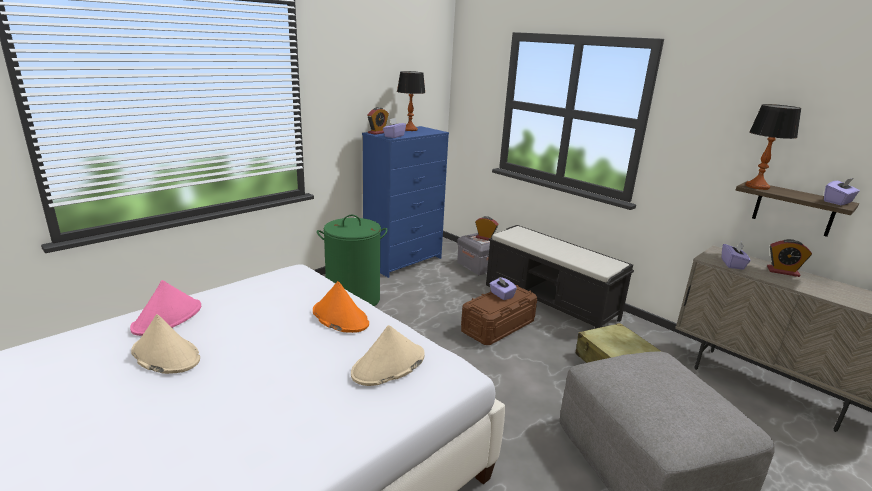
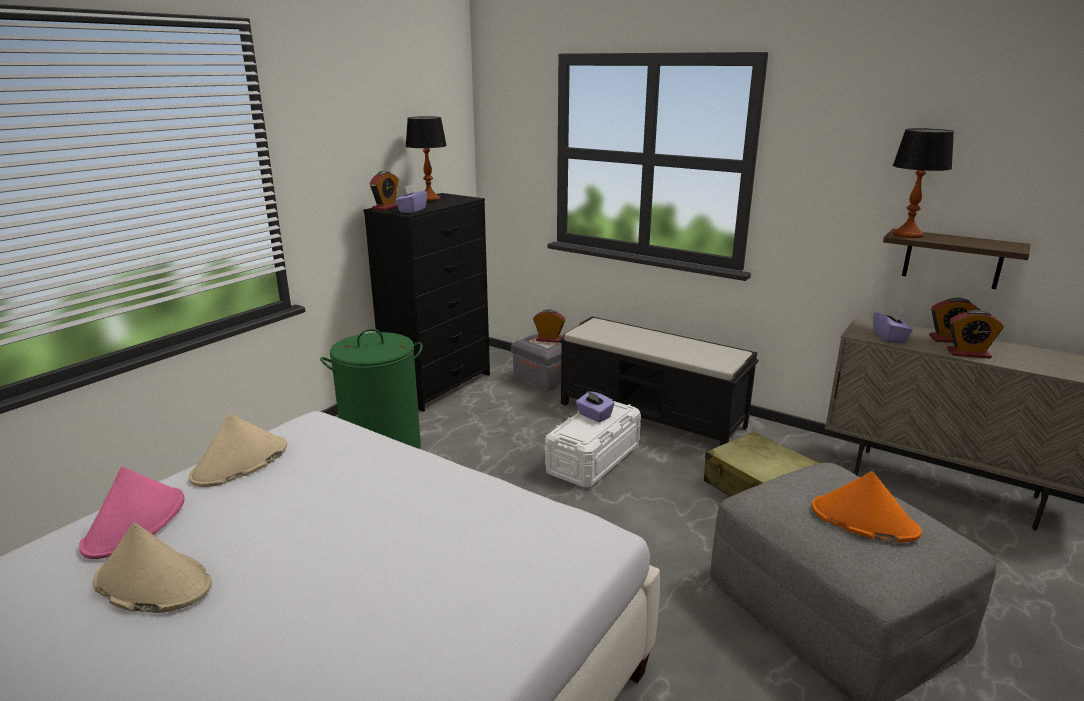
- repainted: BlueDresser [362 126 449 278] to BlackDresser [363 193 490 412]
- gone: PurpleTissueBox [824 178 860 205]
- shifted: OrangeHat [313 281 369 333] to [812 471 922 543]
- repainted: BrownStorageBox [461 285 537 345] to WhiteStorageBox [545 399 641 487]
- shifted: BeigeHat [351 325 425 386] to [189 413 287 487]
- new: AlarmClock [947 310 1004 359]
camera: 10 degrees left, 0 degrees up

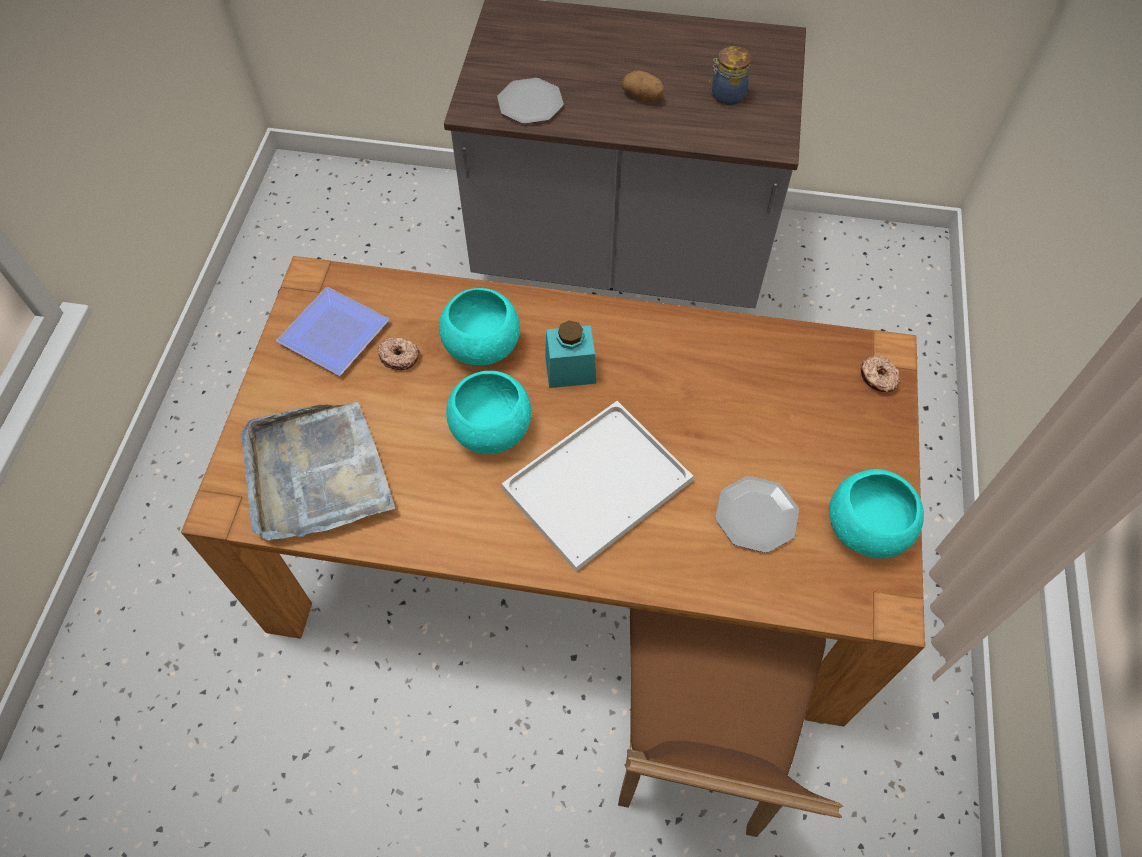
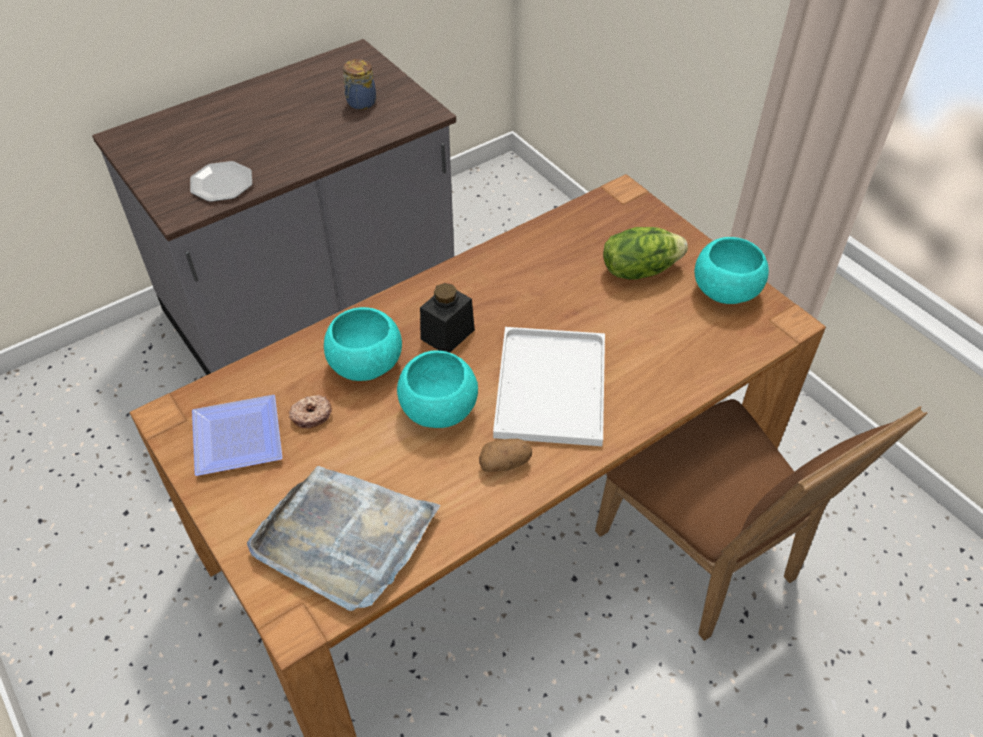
- shifted: Potato [621 70 664 102] to [479 439 532 472]
- repainted: TurquoiseJar [545 321 596 388] to BlackJar [420 283 475 353]
- gone: Donut [860 356 900 392]
- gone: Plate [715 476 799 553]
- new: Lettuce [603 227 688 280]
camera: 45 degrees left, 10 degrees down

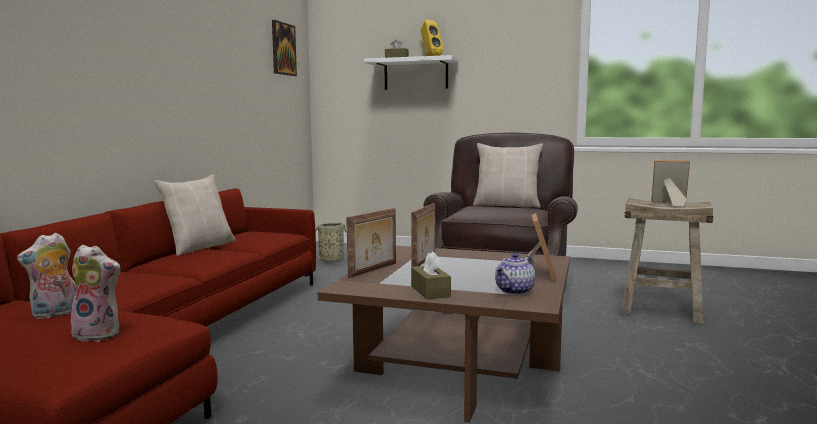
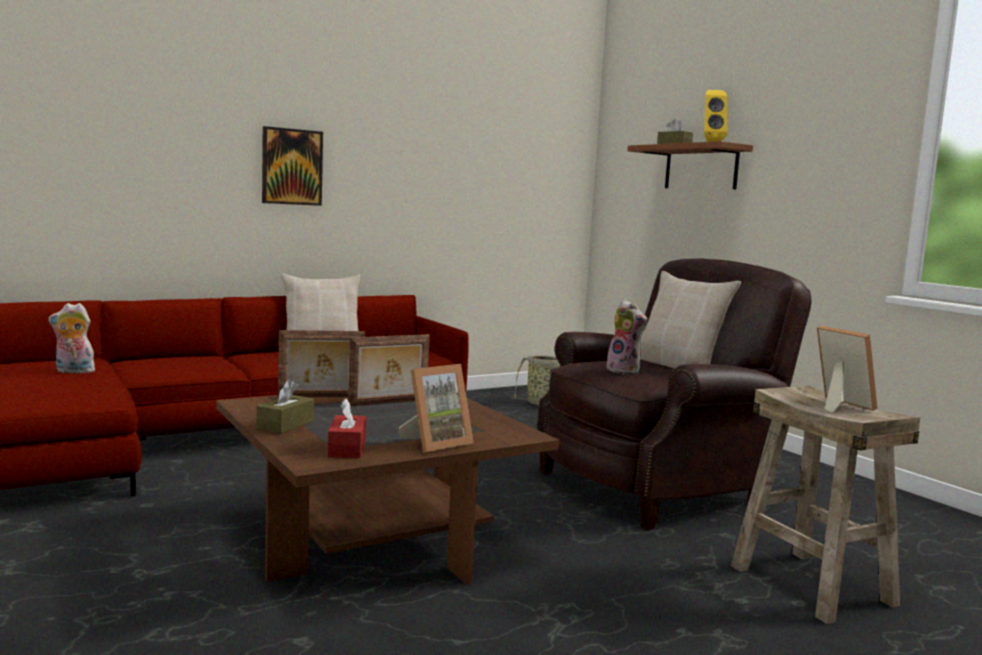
- shifted: Picture [272 20 297 76] to [262 126 323 206]
- repainted: WhiteShelf [364 55 459 90] to BrownShelf [627 141 753 189]
- shifted: PlushToy [71 245 122 341] to [606 299 647 375]
- swapped: Teapot [495 253 535 295] to RedTissueBox [327 398 366 458]
camera: 40 degrees right, 0 degrees up

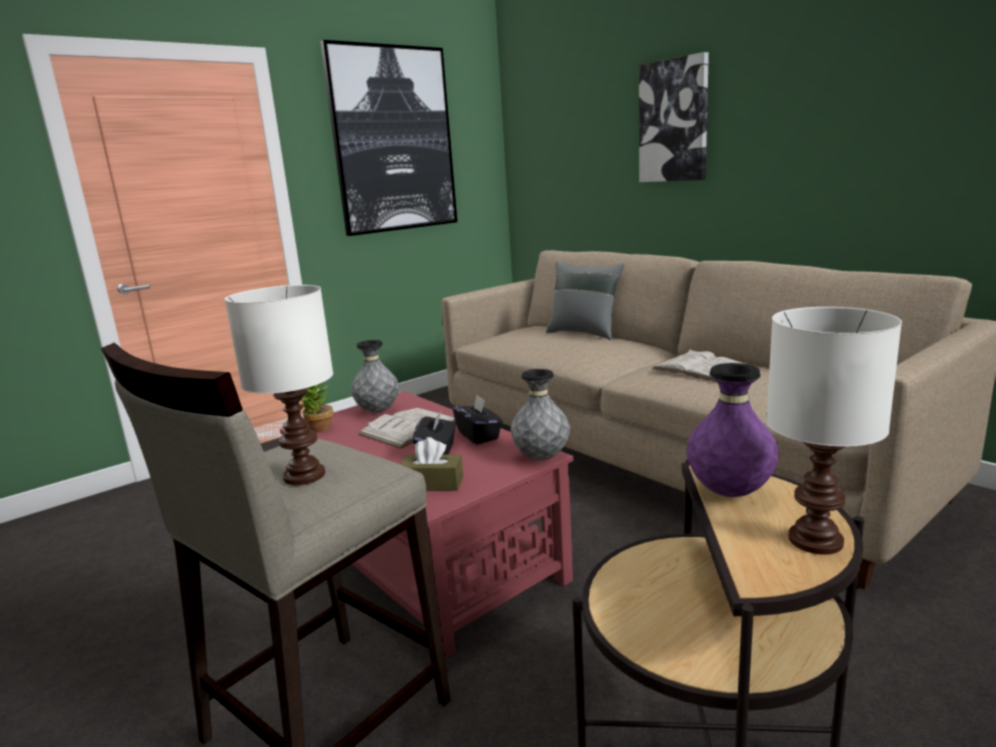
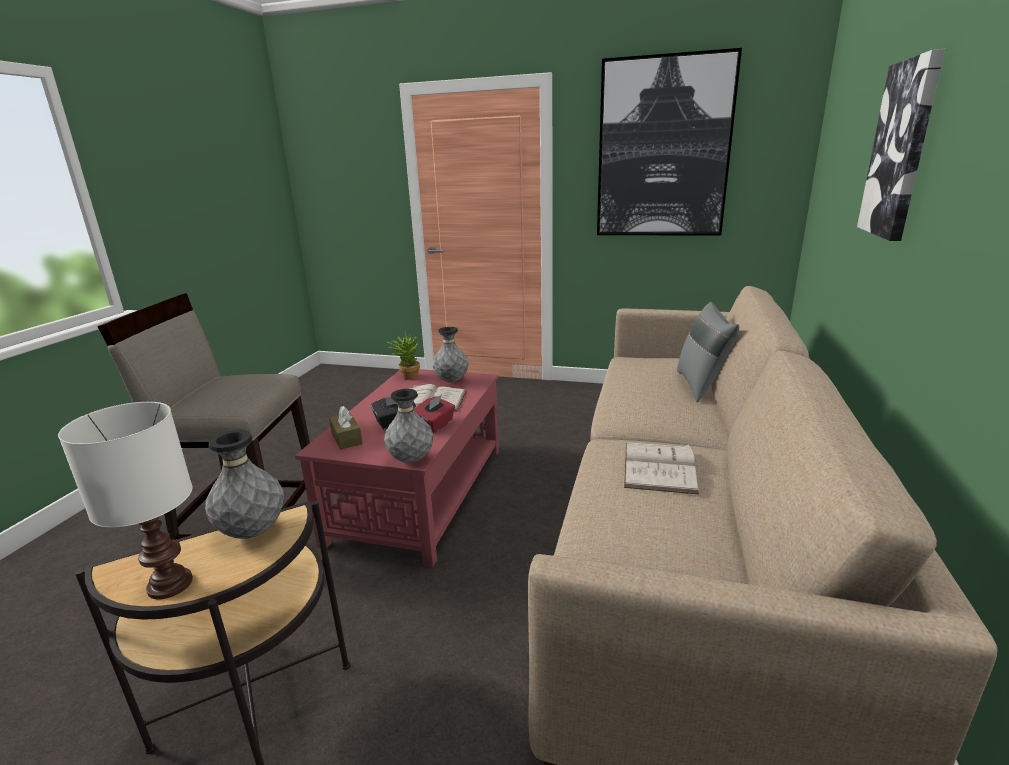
- gone: WhiteTableLamp [224 285 333 485]
- repainted: PurpleVase [686 363 779 497] to GreyVase [205 430 284 539]
- repainted: BlackTissueBox [453 395 502 444] to RedTissueBox [414 395 455 434]
camera: 55 degrees right, 5 degrees up

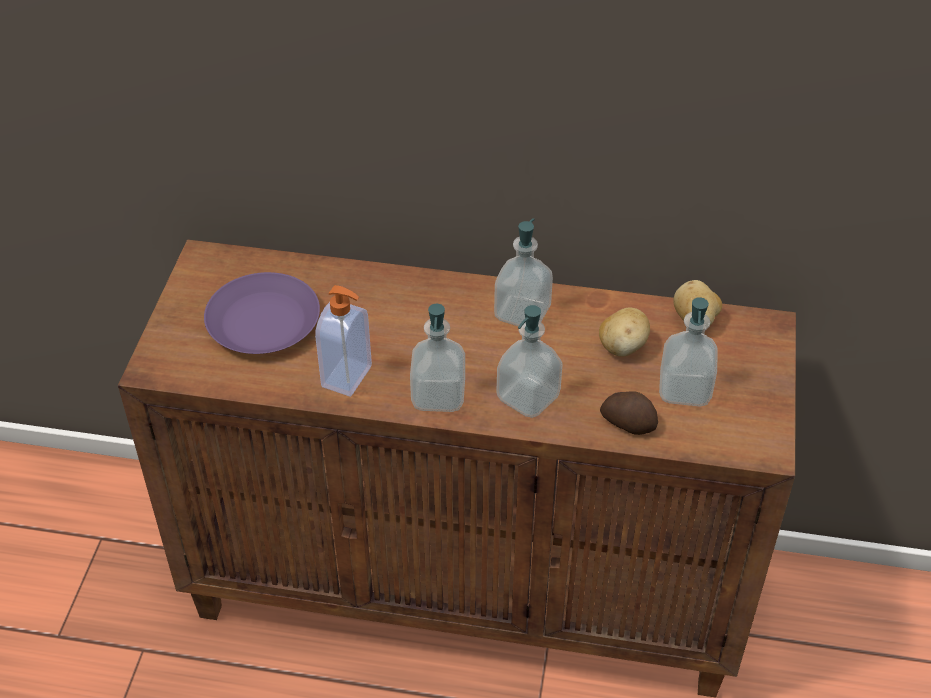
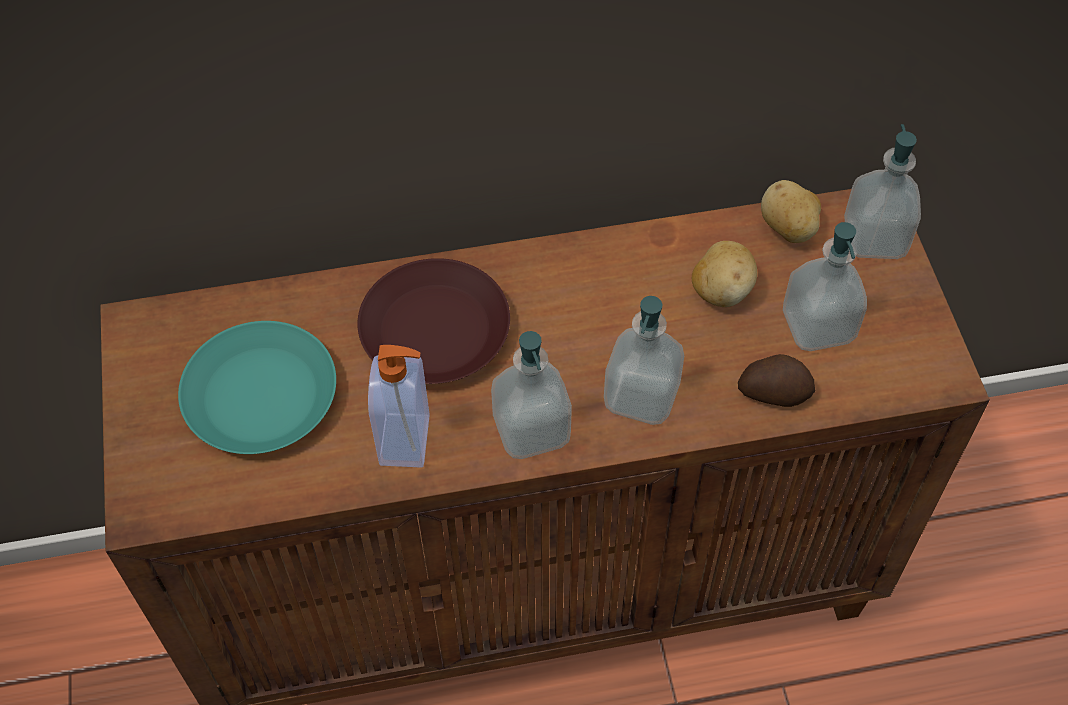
- shifted: SoapDispenser [494 218 553 326] to [844 124 921 259]
- repainted: PurplePlate [204 272 320 354] to TurquoisePlate [178 321 336 454]
- new: BrownPlate [357 258 510 384]
camera: 20 degrees left, 10 degrees up

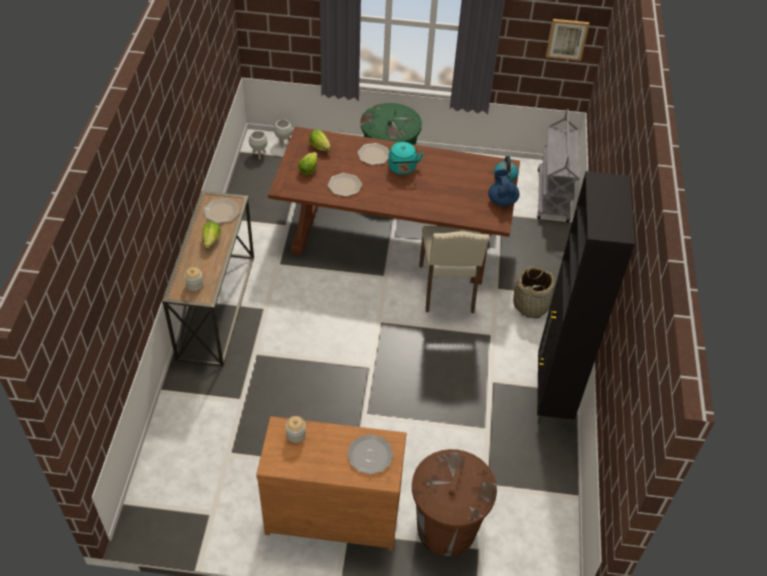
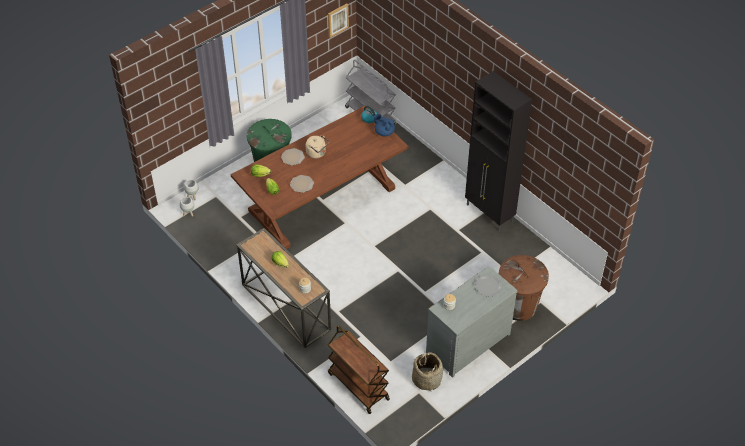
- repainted: TurquoiseKettle [388 142 424 175] to BeigeKettle [306 135 329 158]
- gone: Plate [204 198 239 223]
- gone: BeigeChair [419 226 489 313]
- shifted: Basket [513 266 555 318] to [412 351 443 391]
- repainted: BrownDresser [256 416 407 551] to GreyDresser [426 266 518 378]
- new: BrownCart [328 325 390 414]
camera: 45 degrees left, 0 degrees up

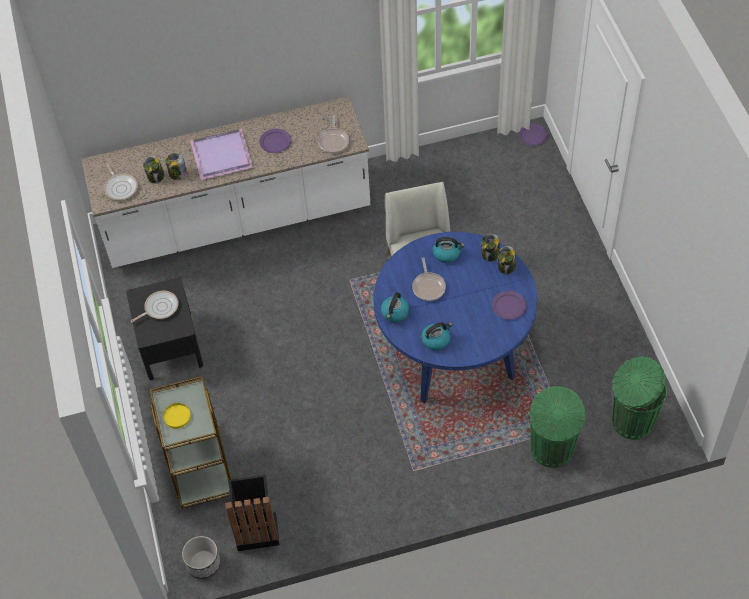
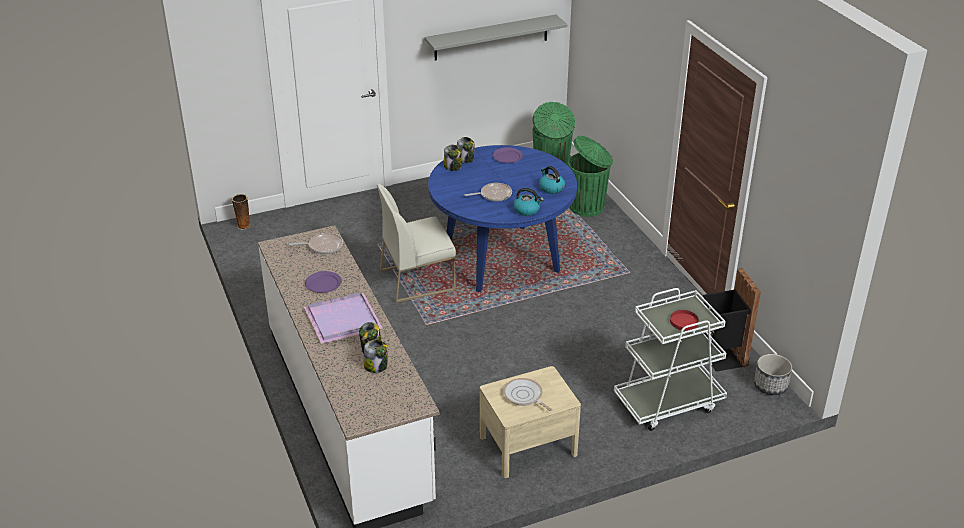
- swapped: PurplePlate [518 124 548 146] to Vase [232 194 250 230]
- gone: FryingPan [104 163 138 200]
- gone: Kettle [433 237 465 263]
- repainted: BlackNightstand [126 277 203 380] to BeigeNightstand [480 366 581 478]
- repainted: BrownCart [150 376 232 509] to WhiteCart [614 288 727 431]
- repainted: YellowPlate [163 403 191 429] to RedPlate [670 310 699 331]
- new: GreyShelf [425 14 567 61]
camera: 100 degrees left, 20 degrees down

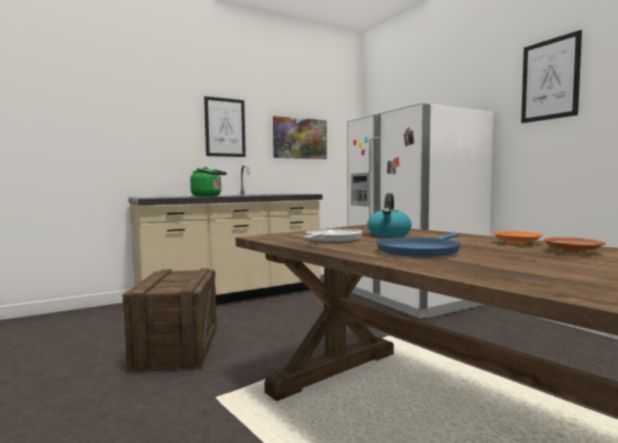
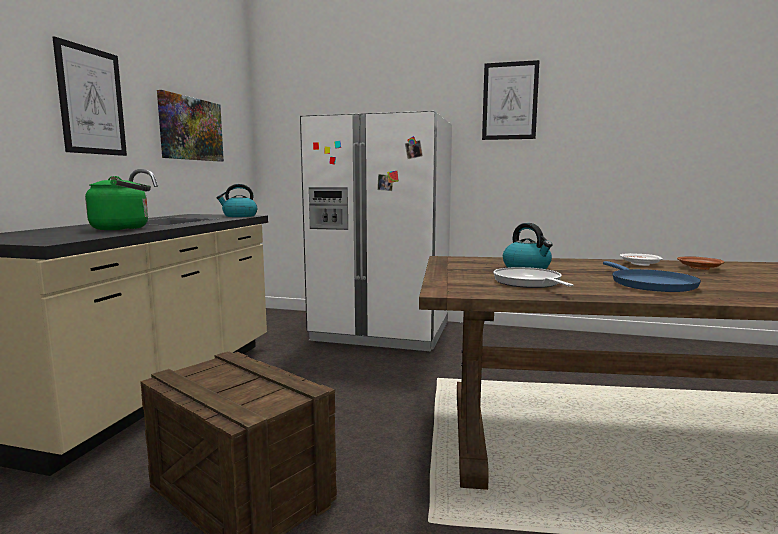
- repainted: OrangePlate [493 231 543 245] to WhitePlate [620 253 663 266]
- new: Kettle [216 184 257 217]
camera: 45 degrees left, 5 degrees up

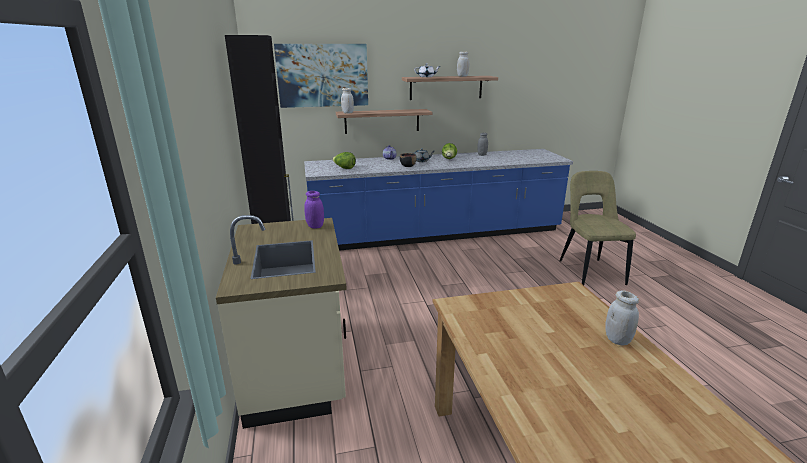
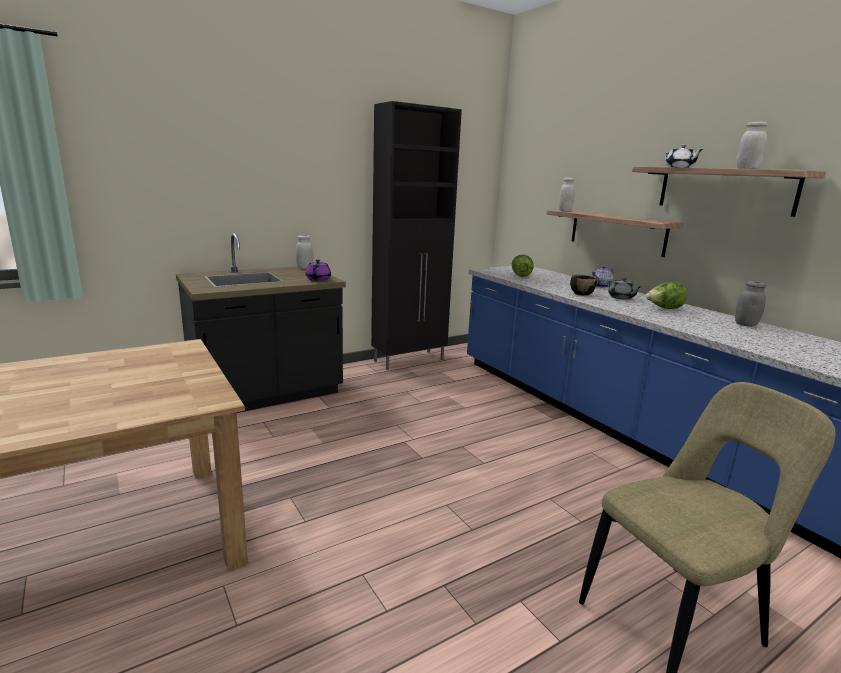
- gone: Picture [274 44 368 108]
- swapped: PurpleJar [304 191 324 229] to PurpleTeapot [306 260 331 281]
- repainted: BeigeCounter [216 215 347 429] to BlackCounter [176 233 346 413]
- shifted: WhiteJar [605 290 639 346] to [296 235 313 269]
camera: 70 degrees right, 5 degrees down

